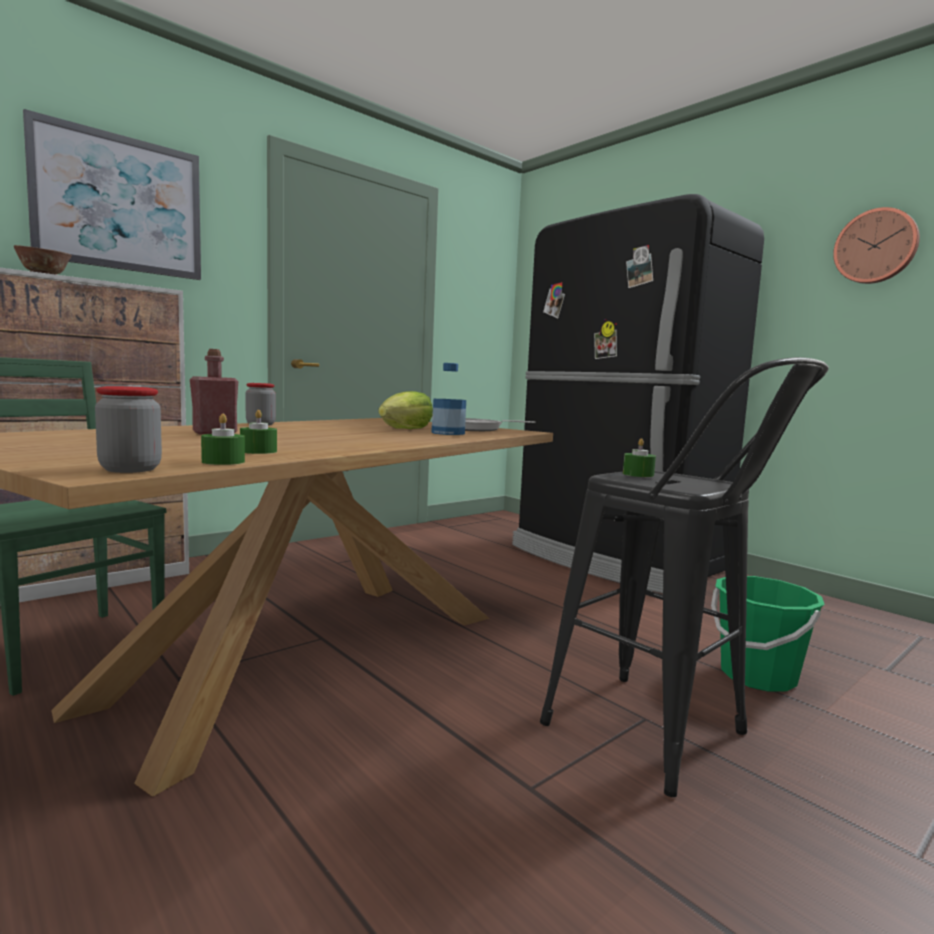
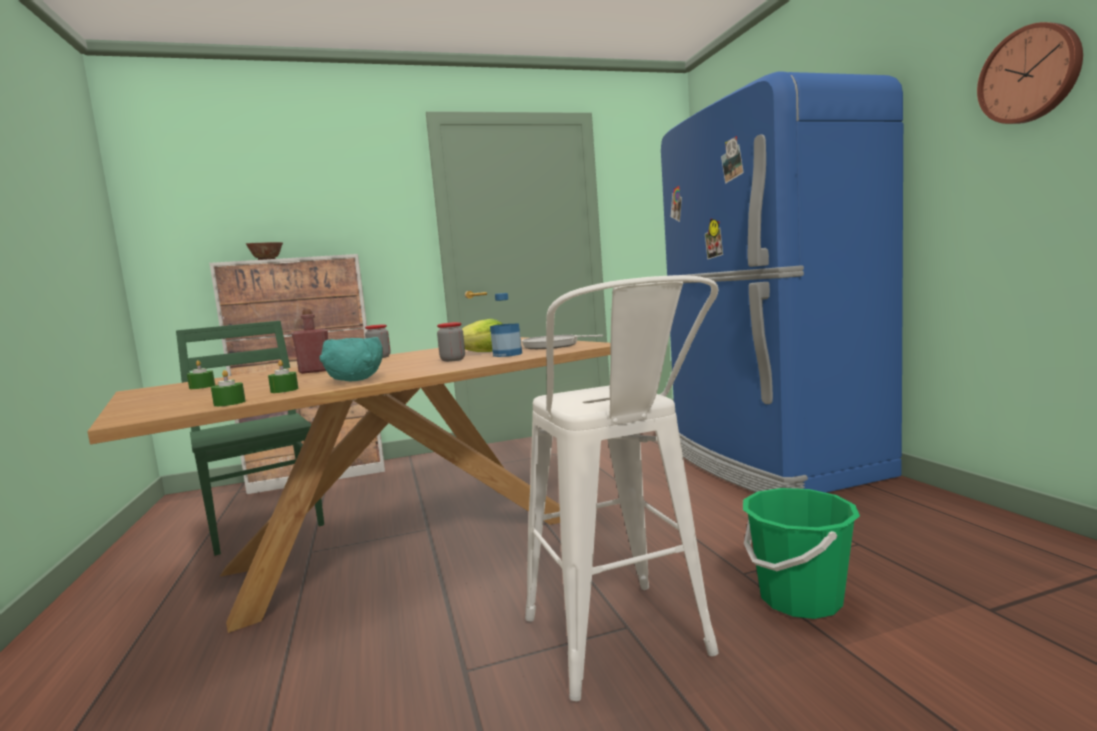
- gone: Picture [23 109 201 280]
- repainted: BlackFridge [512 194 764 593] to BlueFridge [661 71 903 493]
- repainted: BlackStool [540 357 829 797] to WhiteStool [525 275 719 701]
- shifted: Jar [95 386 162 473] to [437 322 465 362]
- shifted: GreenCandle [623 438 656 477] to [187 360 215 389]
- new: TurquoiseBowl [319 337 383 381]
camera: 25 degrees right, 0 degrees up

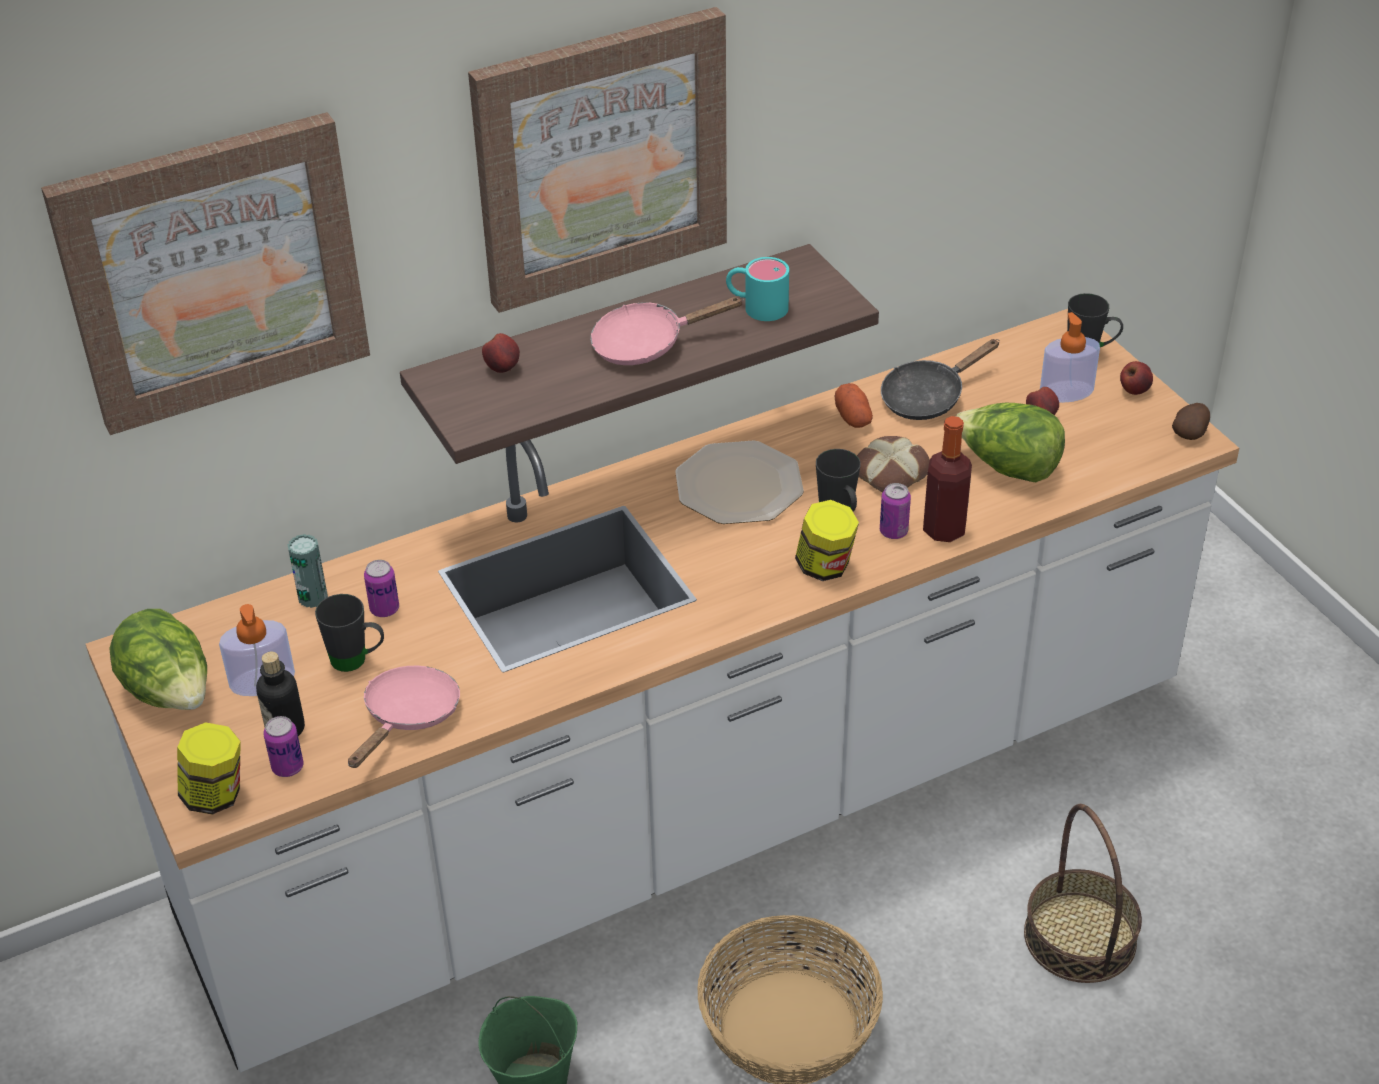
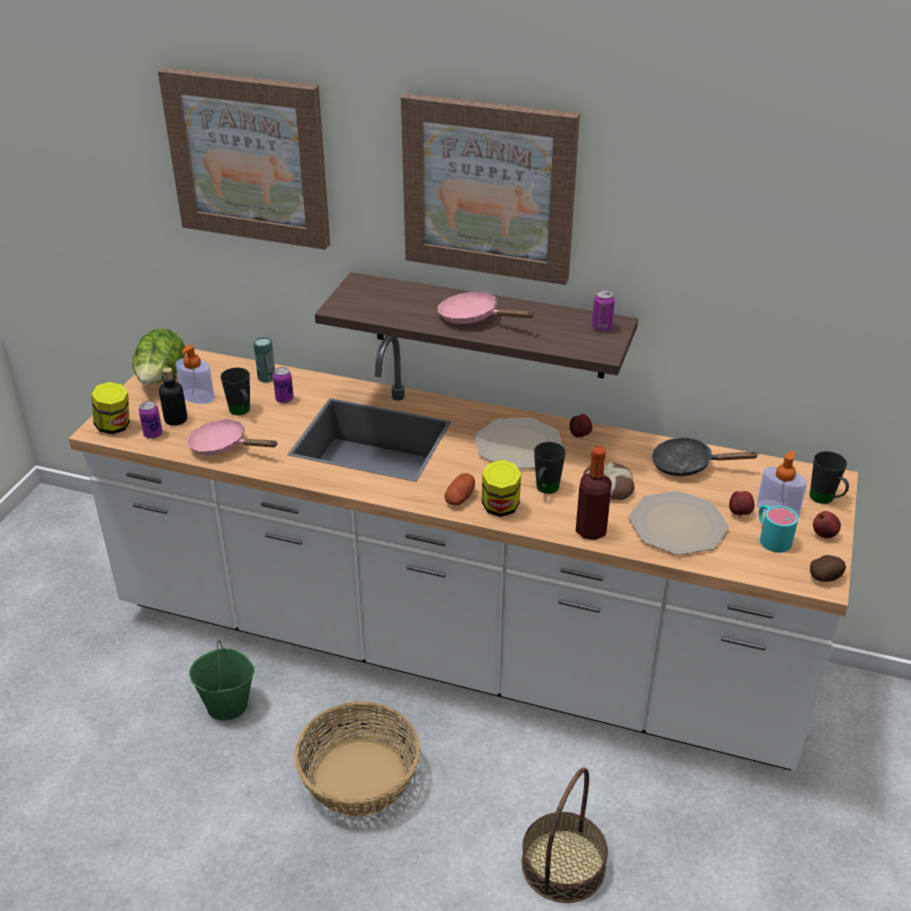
- shifted: TurquoiseMug [726 257 789 321] to [759 505 798 553]
- shifted: Apple [482 333 520 373] to [570 414 592 439]
- shifted: Potato [834 383 873 428] to [444 473 475 506]
- swapped: Lettuce [956 403 1065 482] to Plate [629 491 729 555]
- shifted: Can [880 483 911 539] to [592 290 615 332]
- rotated: PinkFryingPan [348 666 460 768] = [187 419 278 455] 135 degrees counterclockwise
camera: 45 degrees right, 5 degrees down

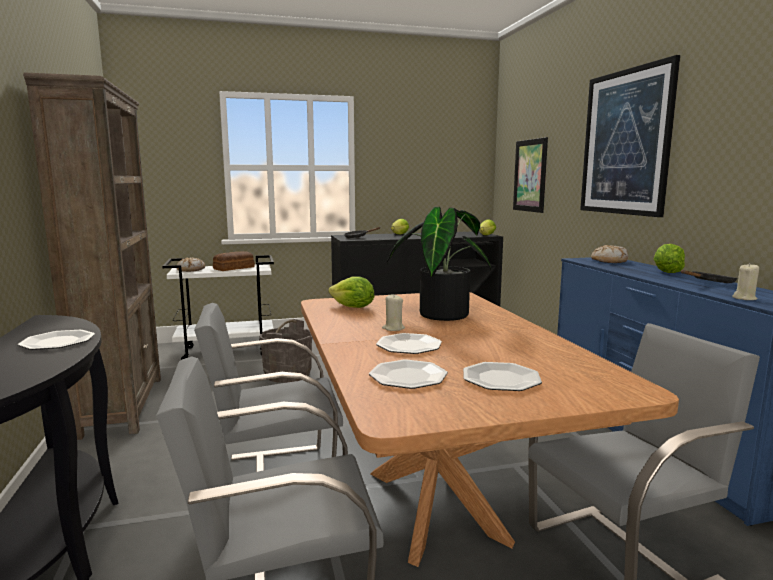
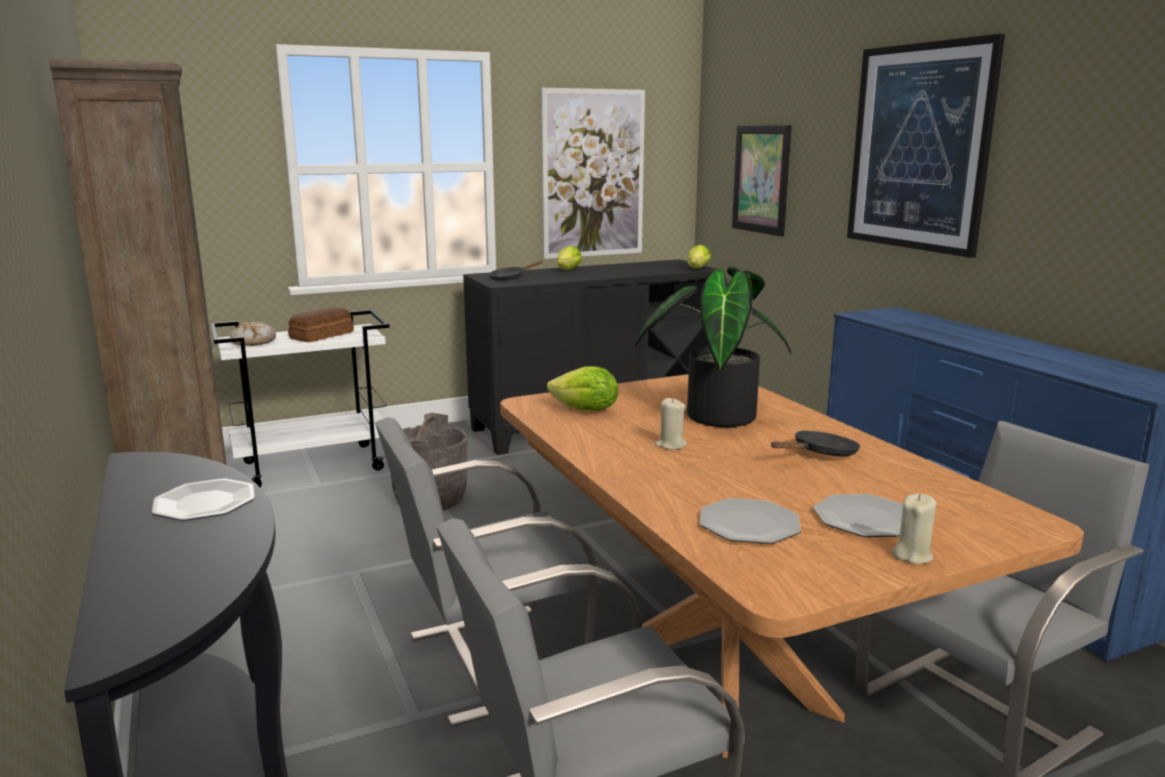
- gone: Lettuce [654 244 685 273]
- gone: Bread [591 245 628 263]
- shifted: BeigeCandle [732 263 759 300] to [892 494 936 564]
- shifted: BlackFryingPan [681 270 738 283] to [771 431 860 457]
- gone: Plate [376 333 442 354]
- new: Picture [541 88 645 259]
camera: 10 degrees left, 5 degrees up

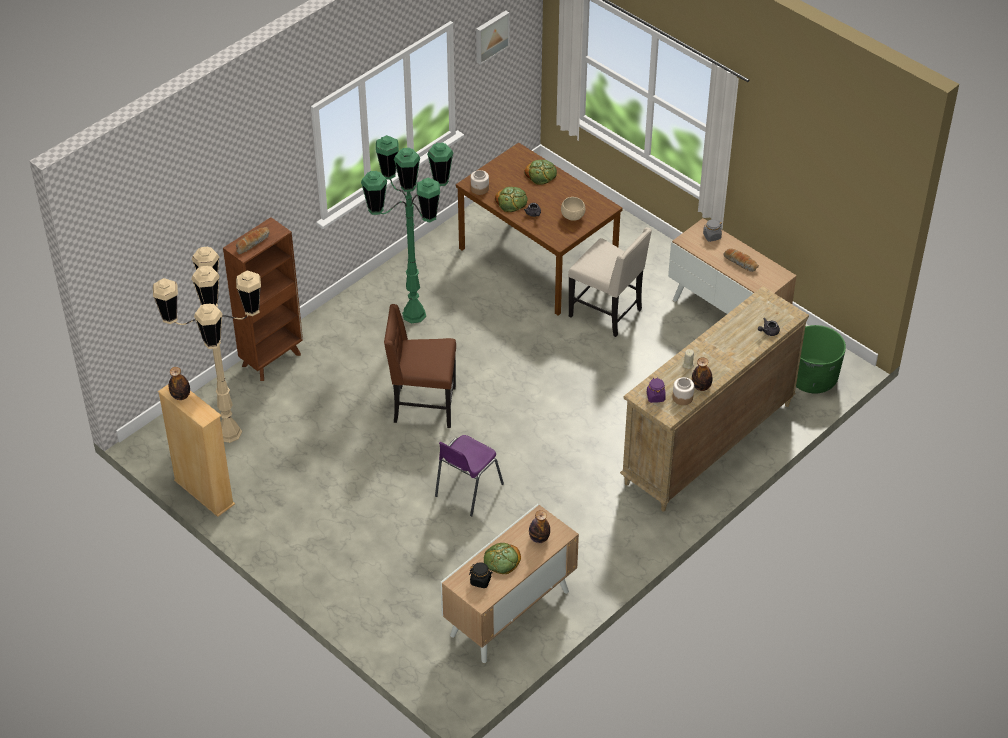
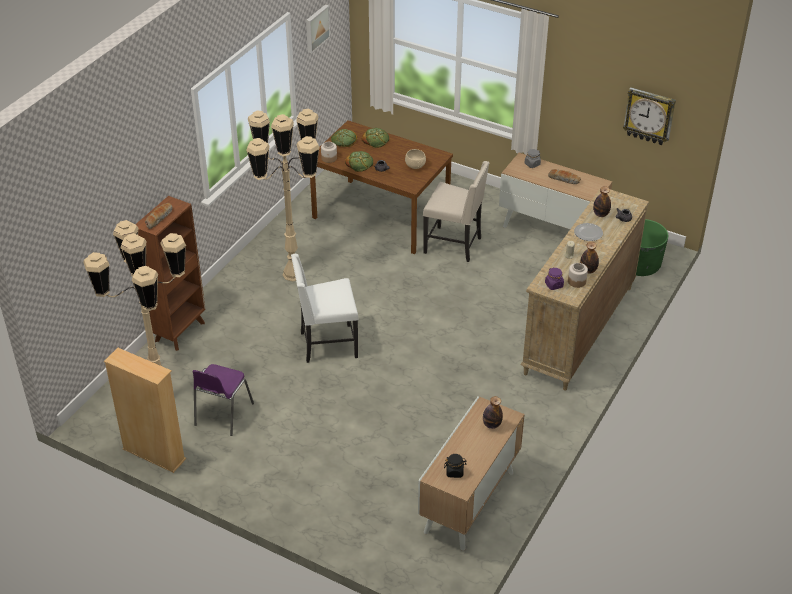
- repainted: GreenFloorLamp [361 135 453 323] to BeigeFloorLamp [246 109 320 281]
- repainted: BrownChair [384 304 456 428] to WhiteChair [291 254 359 363]
- shifted: Bottle [169 367 190 400] to [593 186 611 217]
- shifted: PurpleChair [435 435 504 516] to [192 364 254 436]
- shifted: Bread [483 543 521 574] to [331 129 357 147]
- new: WallClock [623 87 676 145]
- new: Plate [574 223 603 241]
camera: 15 degrees left, 5 degrees down

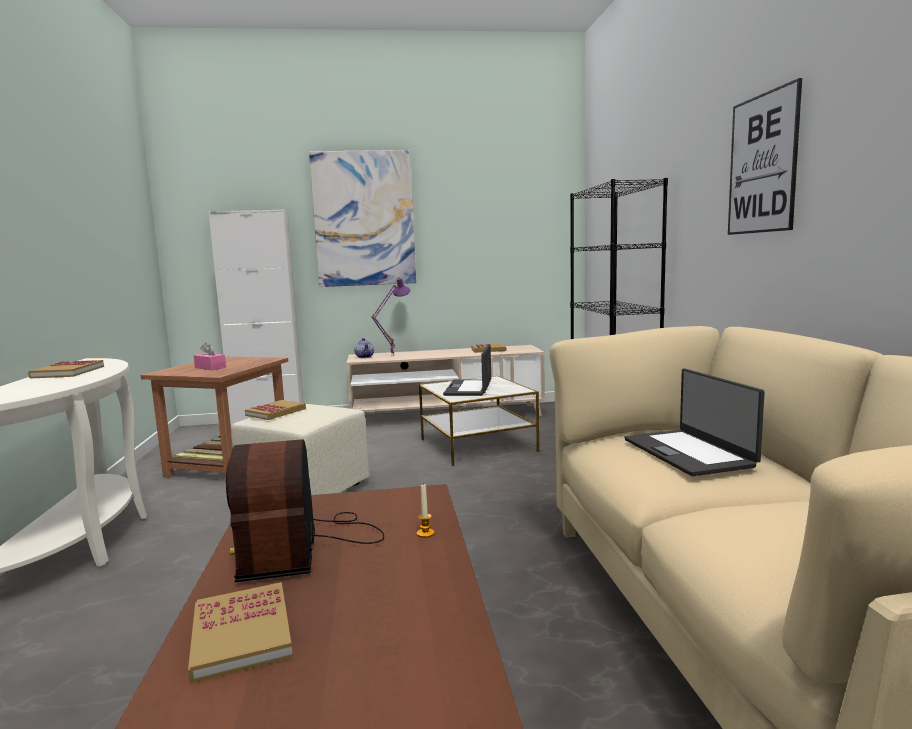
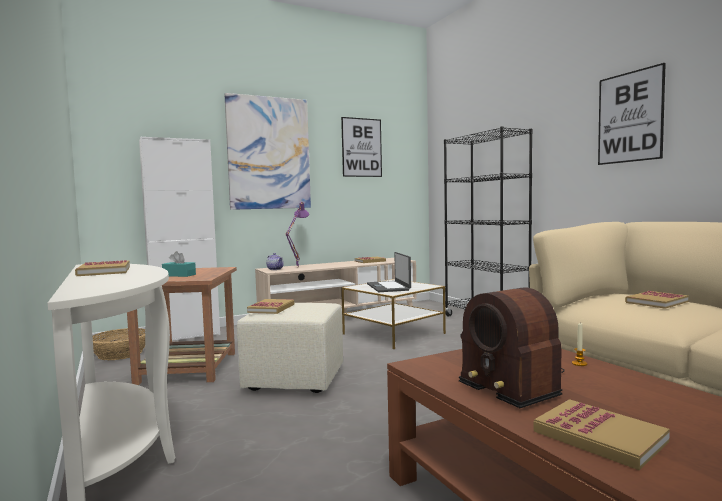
- repainted: PinkTissueBox [193 342 226 370] to TurquoiseTissueBox [162 251 196 277]
- swapped: Laptop [625 368 765 476] to Book [625 291 689 309]
- new: Picture [341 117 382 177]
- new: Basket [93 328 145 360]
camera: 20 degrees left, 5 degrees down

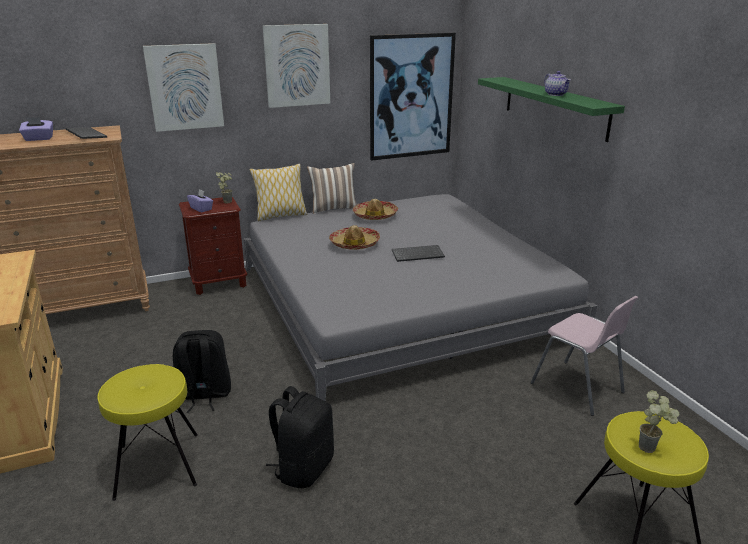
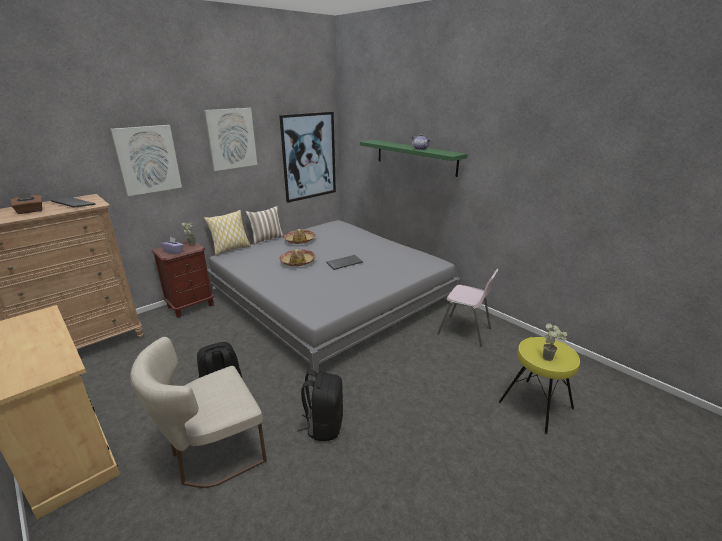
- repainted: PurpleTissueBox [19 117 53 141] to BrownTissueBox [11 193 42 214]
- swapped: YellowStool [97 364 198 501] to BeigeChair [130 337 267 488]
camera: 20 degrees left, 0 degrees up

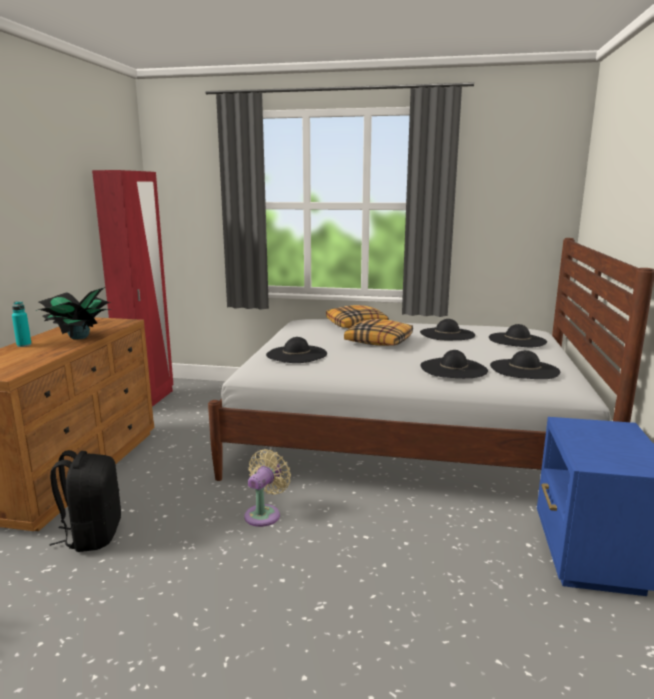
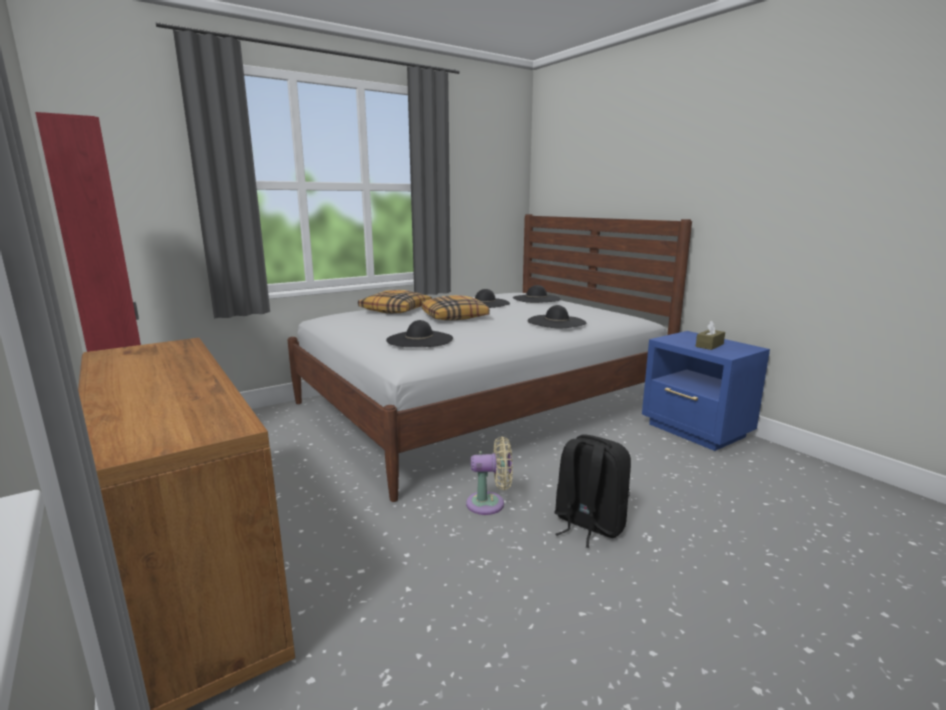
- gone: PottedPlant [36 287 111 340]
- gone: TurquoiseBottle [12 301 32 347]
- gone: BlackHat [490 350 560 379]
- rotated: BeigeFan [244 449 291 527] = [466 437 513 515] 105 degrees clockwise
- shifted: BlackBackpack [50 450 121 552] to [554 434 631 548]
- new: BrownTissueBox [696 320 725 350]
camera: 45 degrees left, 0 degrees up

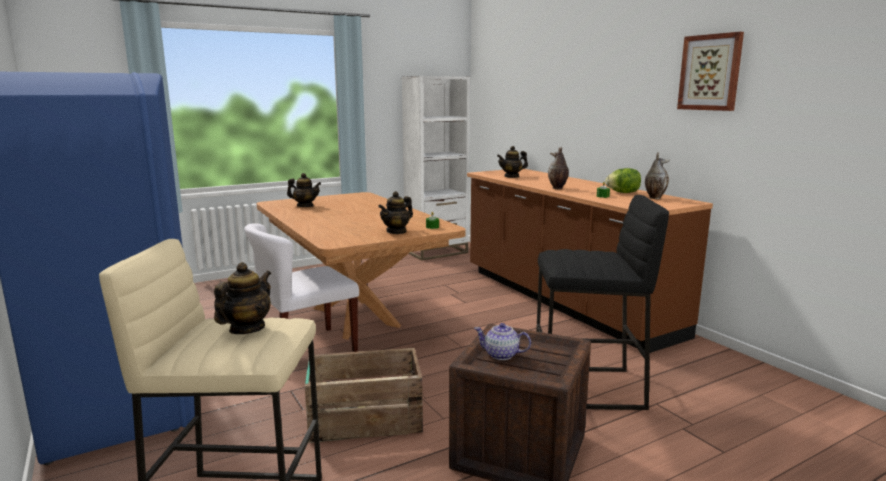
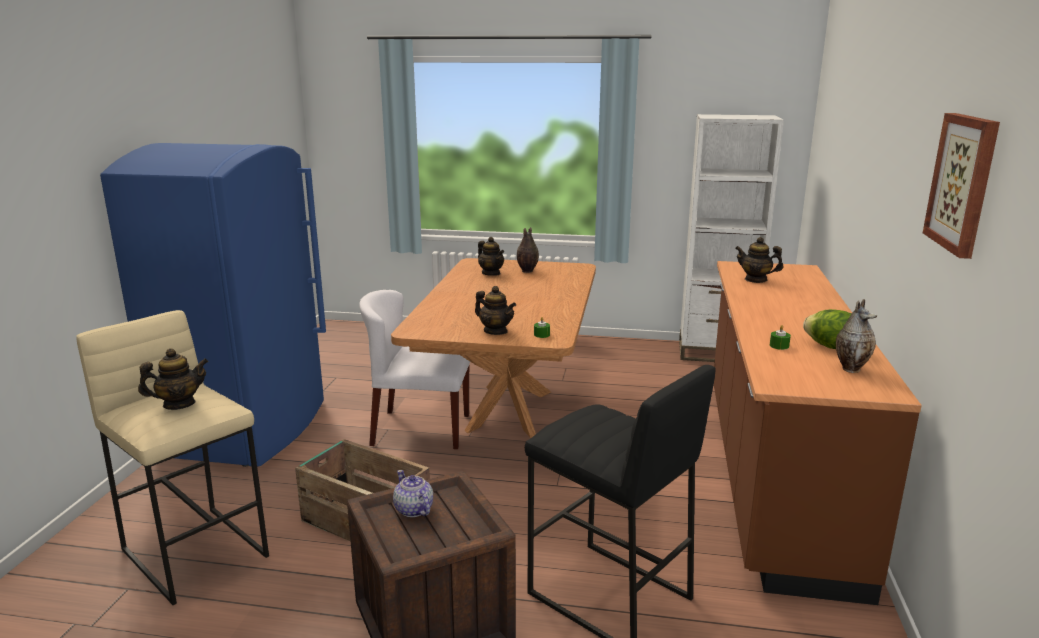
- shifted: Vase [548 147 569 189] to [517 227 539 273]
- rotated: Teapot [378 191 413 234] = [475 286 516 335] 135 degrees counterclockwise
camera: 40 degrees right, 5 degrees up

